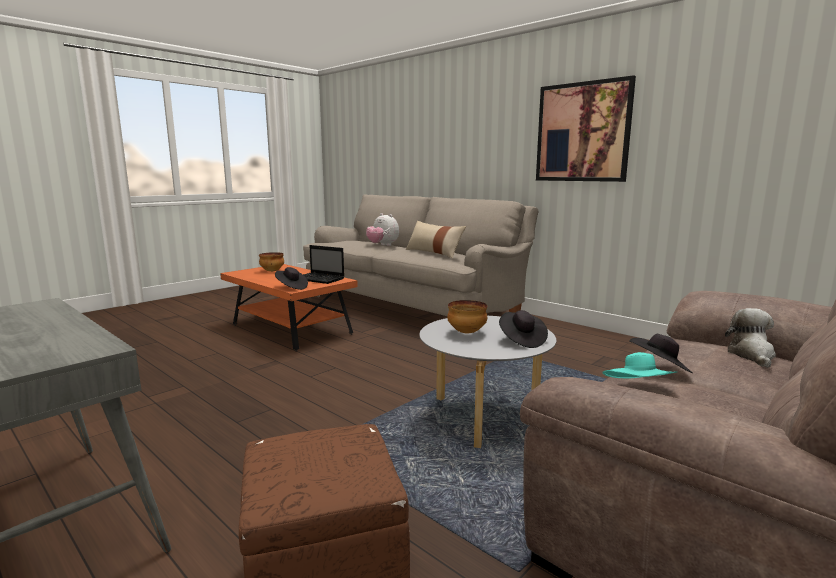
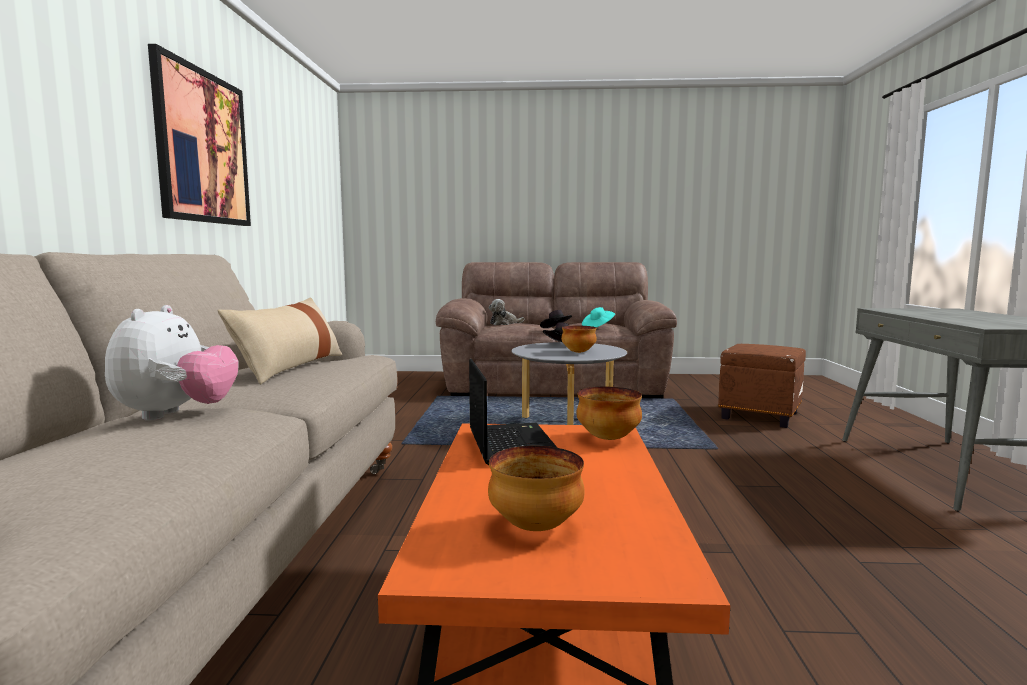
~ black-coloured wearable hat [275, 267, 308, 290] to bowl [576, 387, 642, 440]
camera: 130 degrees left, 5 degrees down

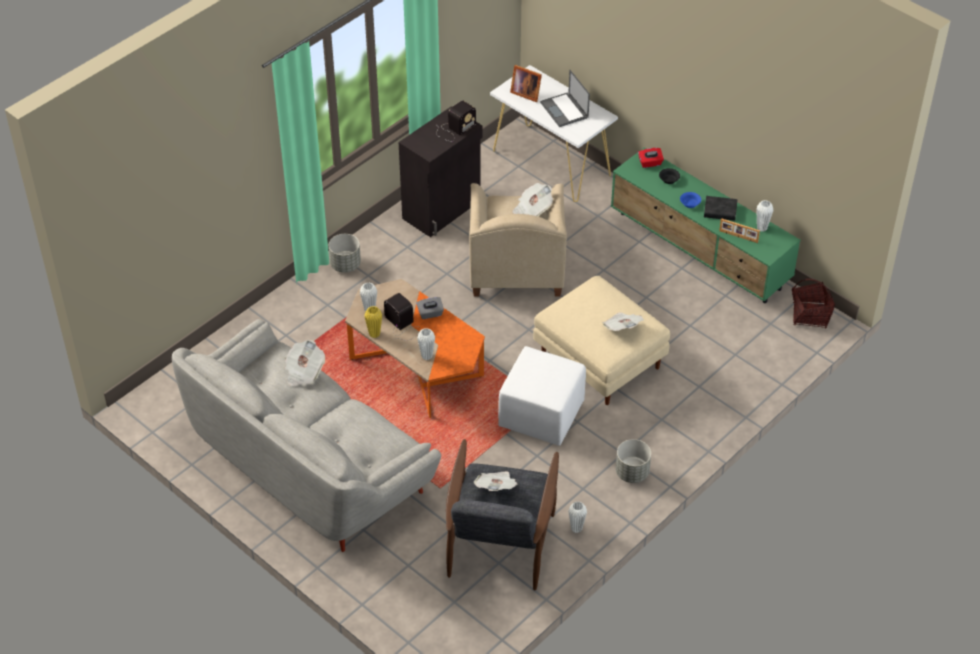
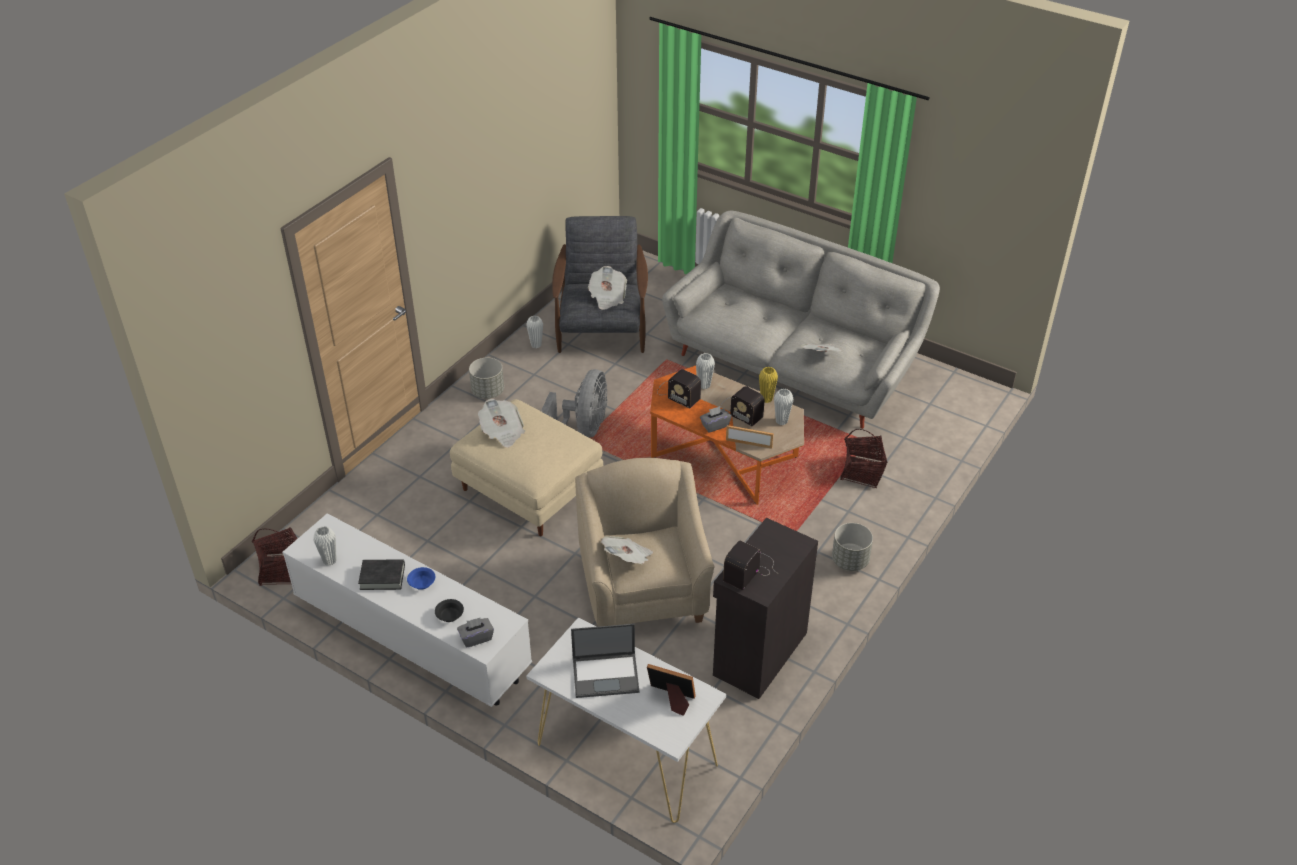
+ radio set [657, 369, 701, 409]
+ storage basket [840, 429, 887, 488]
~ photo frame [719, 218, 760, 243] to [726, 425, 774, 449]
~ white footrest [498, 346, 586, 446] to gray electric fan [541, 369, 607, 437]
~ green-coloured tv unit [611, 147, 801, 303] to white tv unit [282, 513, 532, 707]
~ red-coloured tissue box [638, 148, 664, 168] to gray tissue box [457, 617, 494, 647]
~ portable computer [540, 70, 590, 127] = [571, 624, 640, 698] 120 degrees clockwise
camera: 170 degrees right, 5 degrees down

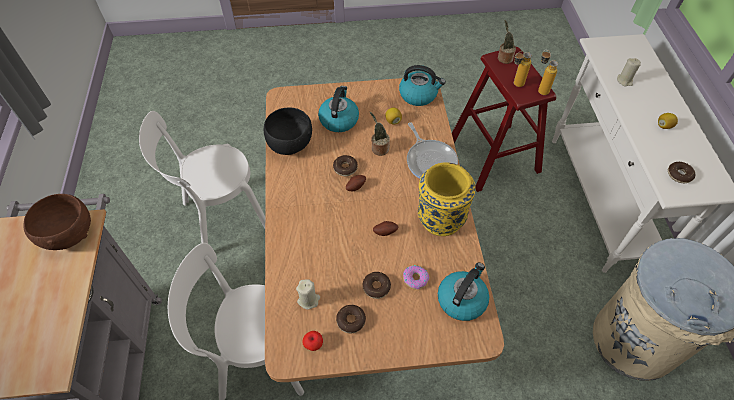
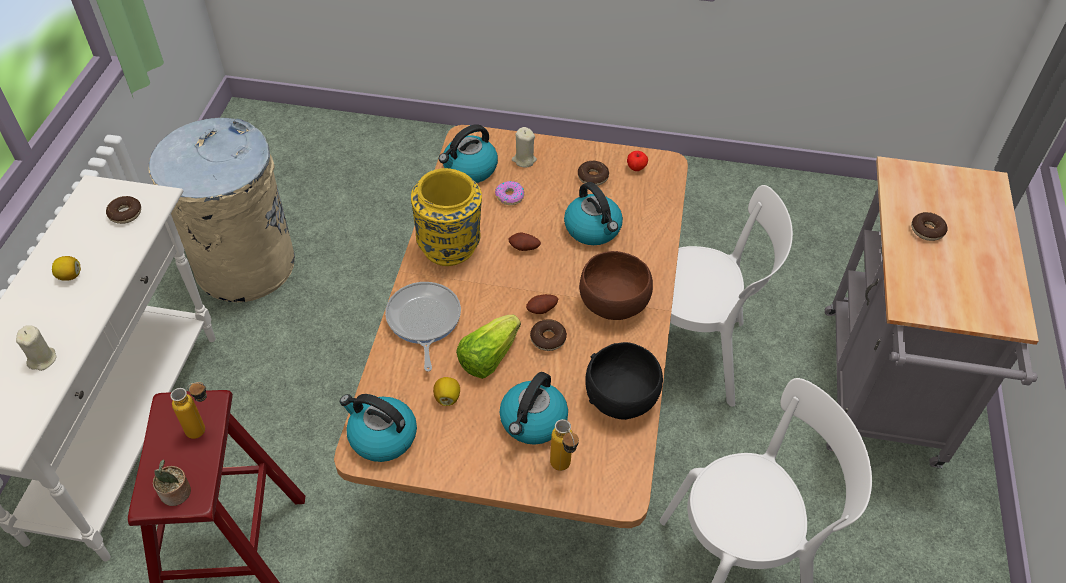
+ water kettle [564, 182, 623, 245]
~ brown-coloured bowl [23, 194, 91, 250] to [579, 251, 653, 320]
~ sand-coloured candle [296, 279, 320, 310] to [512, 127, 537, 168]
~ ring doughnut [362, 272, 391, 299] to [911, 212, 948, 241]
~ drink bottle [538, 50, 558, 95] to [550, 419, 579, 471]
~ houseplant [369, 112, 390, 156] to head of lettuce [456, 315, 521, 379]
camera: 165 degrees left, 5 degrees down

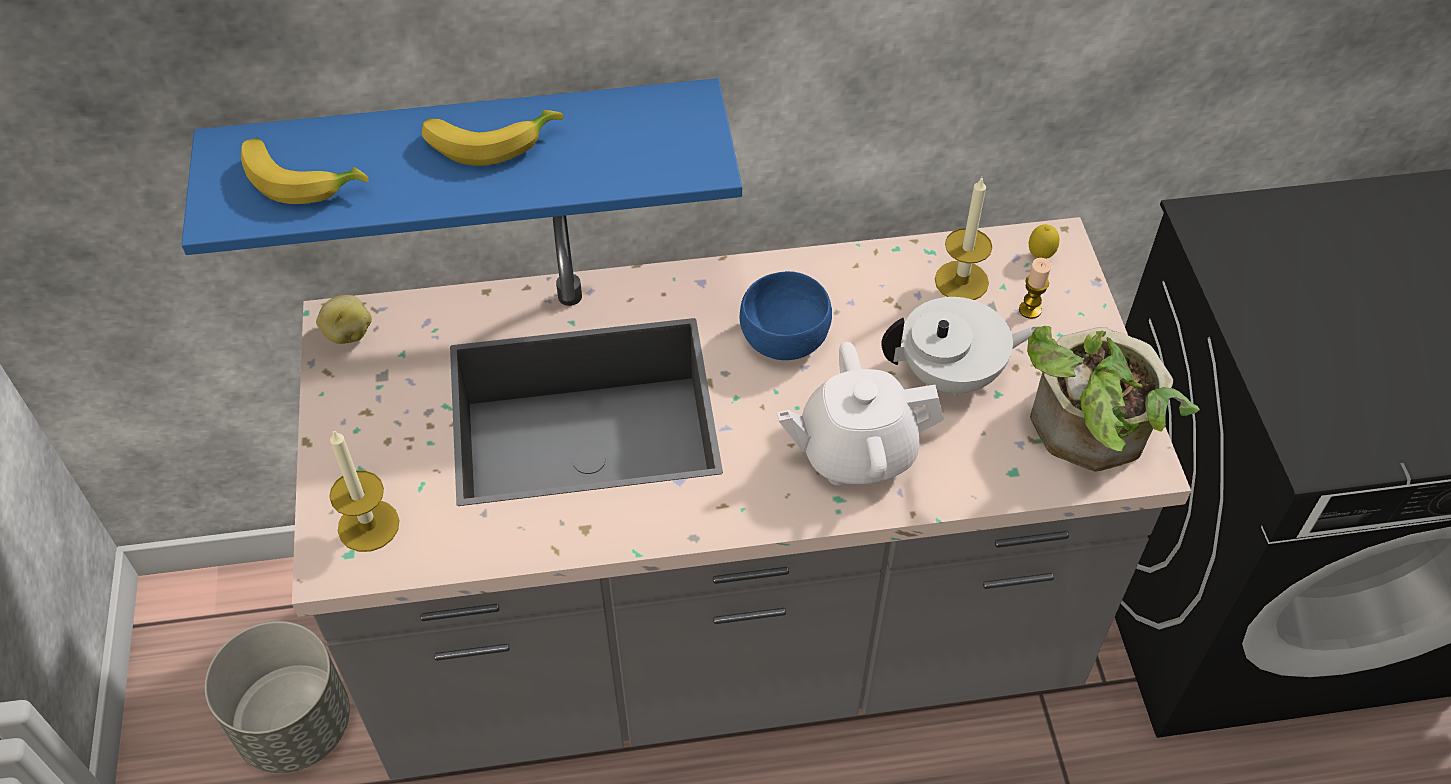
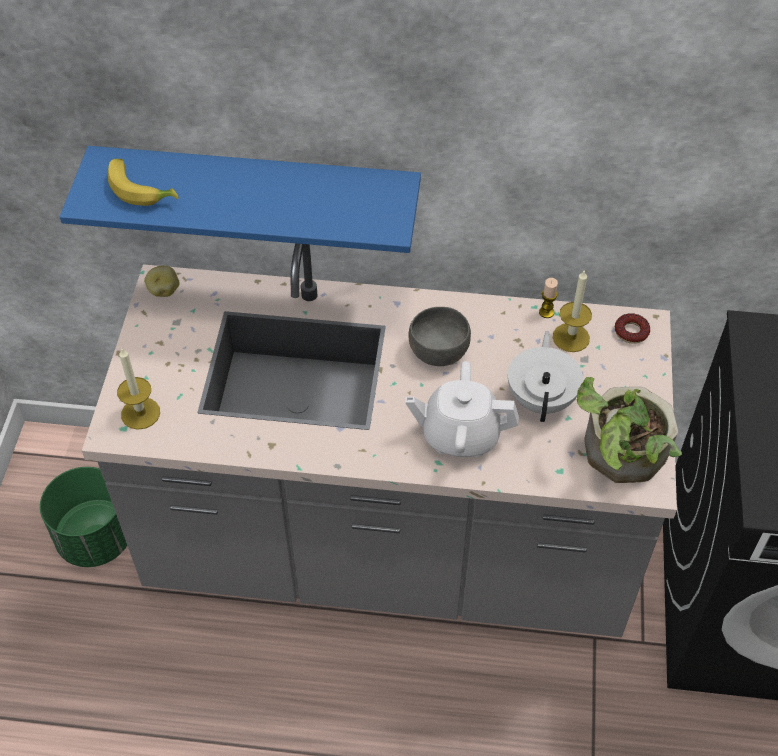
- banana [422, 110, 564, 166]
~ candle [1019, 258, 1051, 319] to [539, 278, 558, 318]
~ lemon [1029, 224, 1059, 259] to ring doughnut [615, 313, 650, 344]
~ gray plant pot [205, 621, 350, 773] to green-coloured plant pot [40, 467, 127, 567]
~ blue-coloured bowl [739, 271, 832, 360] to gray bowl [408, 307, 471, 366]
~ white pot for tea [881, 297, 1038, 397] = [508, 331, 583, 422] 90 degrees counterclockwise
camera: 15 degrees right, 0 degrees up

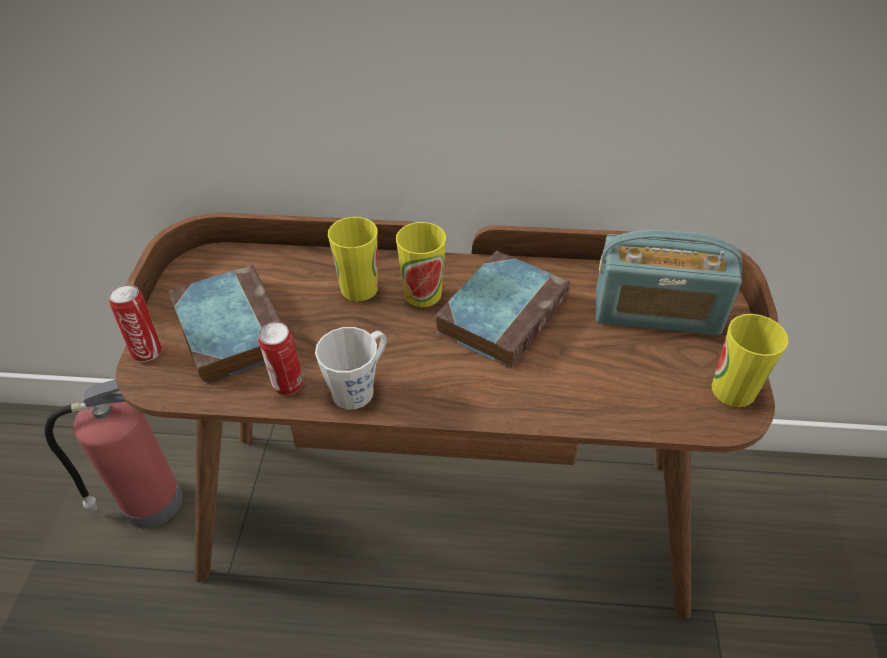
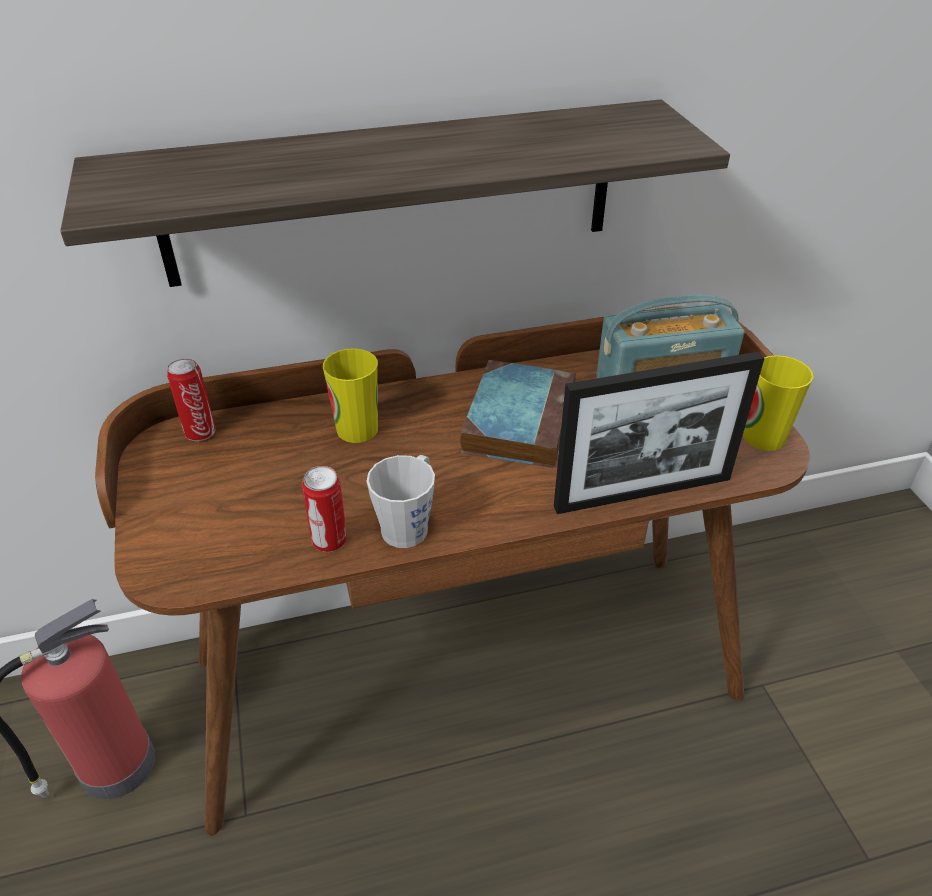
- bound book [169, 264, 282, 385]
- drinking cup [396, 222, 446, 307]
+ shelf [60, 99, 730, 287]
+ photo frame [554, 352, 765, 514]
~ sealed can [109, 285, 162, 362] to [167, 358, 216, 441]
camera: 20 degrees left, 5 degrees down

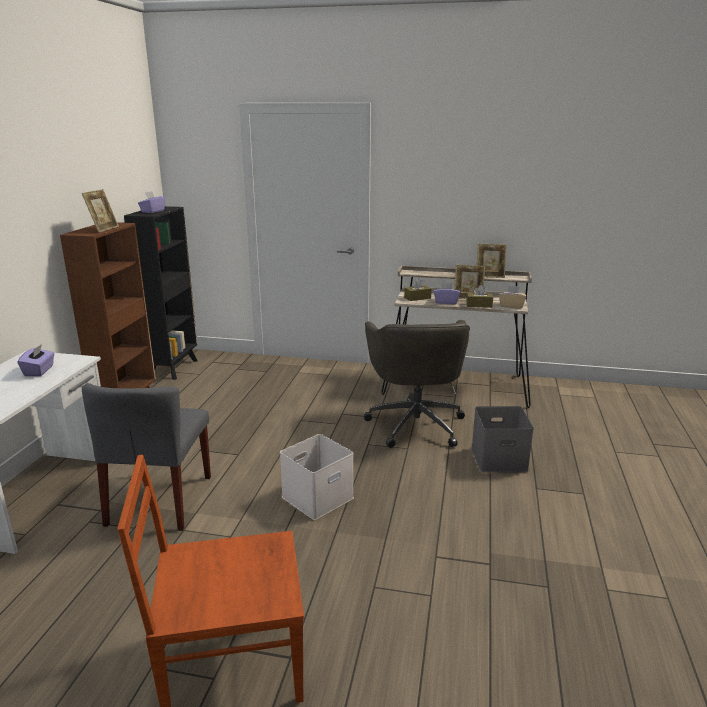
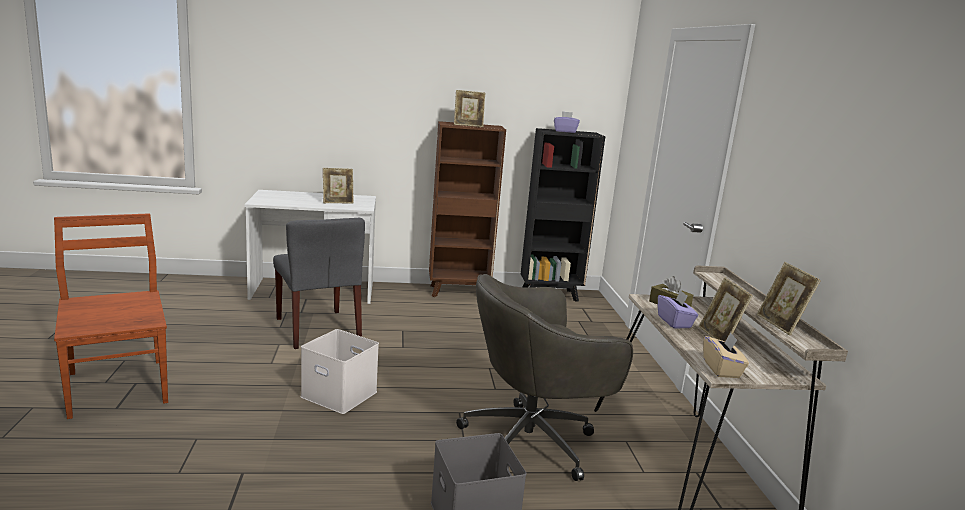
- brown-coloured tissue box [466, 285, 493, 308]
~ purple-coloured tissue box [17, 344, 55, 376] to photo frame [323, 168, 354, 203]
~ gray upright chair [82, 383, 211, 531] = [273, 218, 365, 349] 105 degrees counterclockwise
camera: 70 degrees right, 5 degrees down

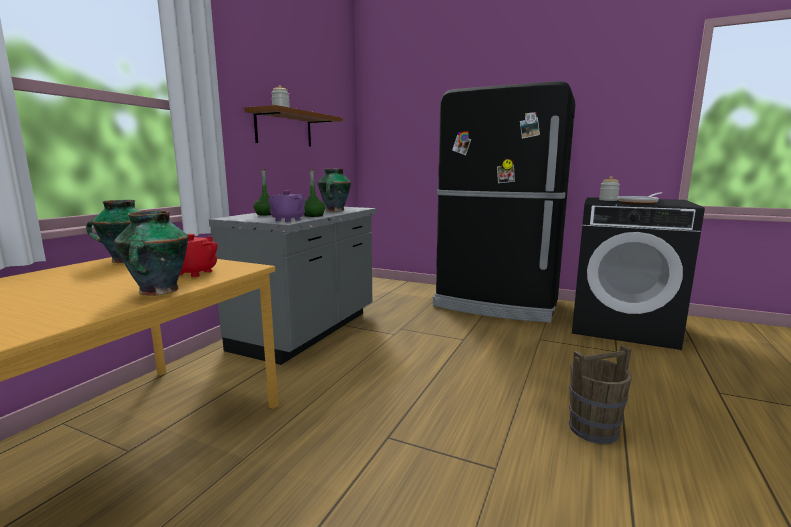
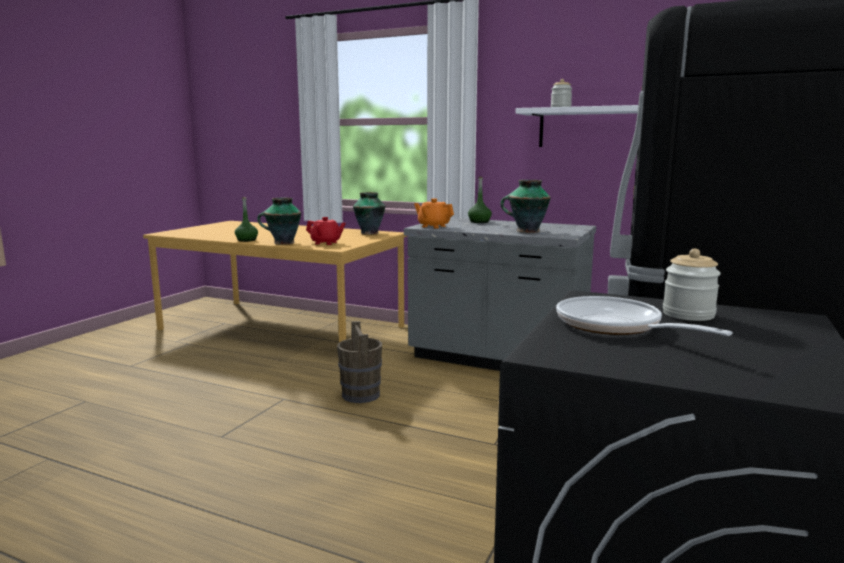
~ green-coloured drink bottle [304, 169, 325, 217] to [235, 197, 258, 242]
~ brown-coloured bucket [569, 345, 632, 444] to [337, 321, 382, 403]
~ brown-coloured shelf [244, 105, 343, 147] to white shelf [516, 105, 638, 147]
~ purple-coloured pot for tea [268, 191, 306, 222] to orange-coloured pot for tea [414, 198, 454, 228]
camera: 90 degrees right, 0 degrees up

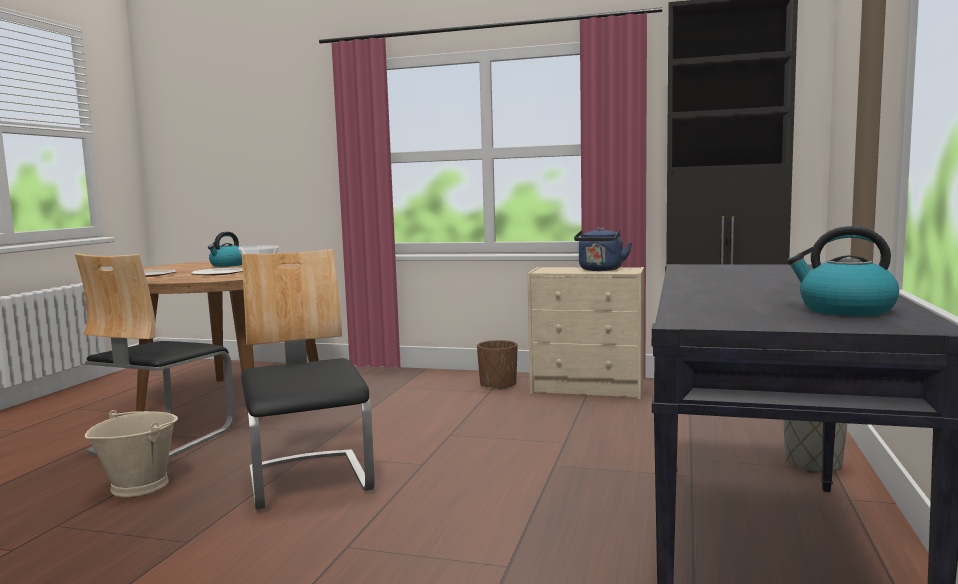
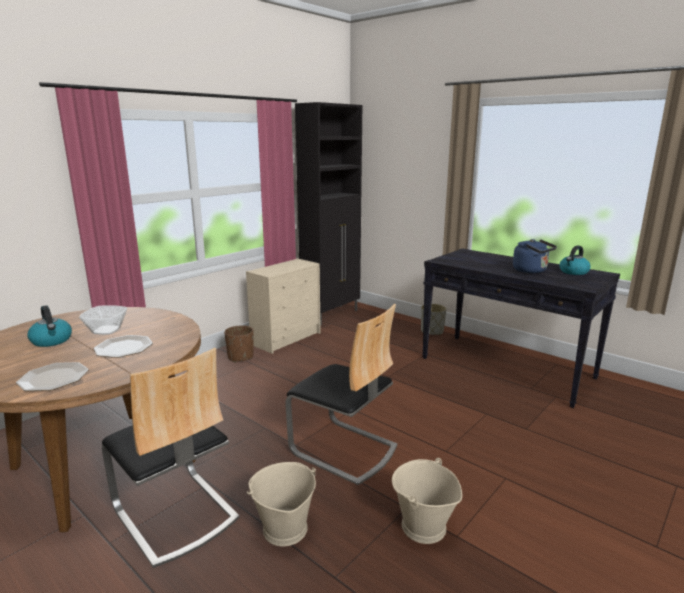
+ sand-coloured bucket [392, 458, 462, 544]
~ blue-coloured water kettle [574, 227, 632, 271] to [513, 239, 557, 273]
~ upright chair [241, 249, 375, 510] = [285, 304, 397, 485] 150 degrees counterclockwise
camera: 65 degrees left, 10 degrees up

